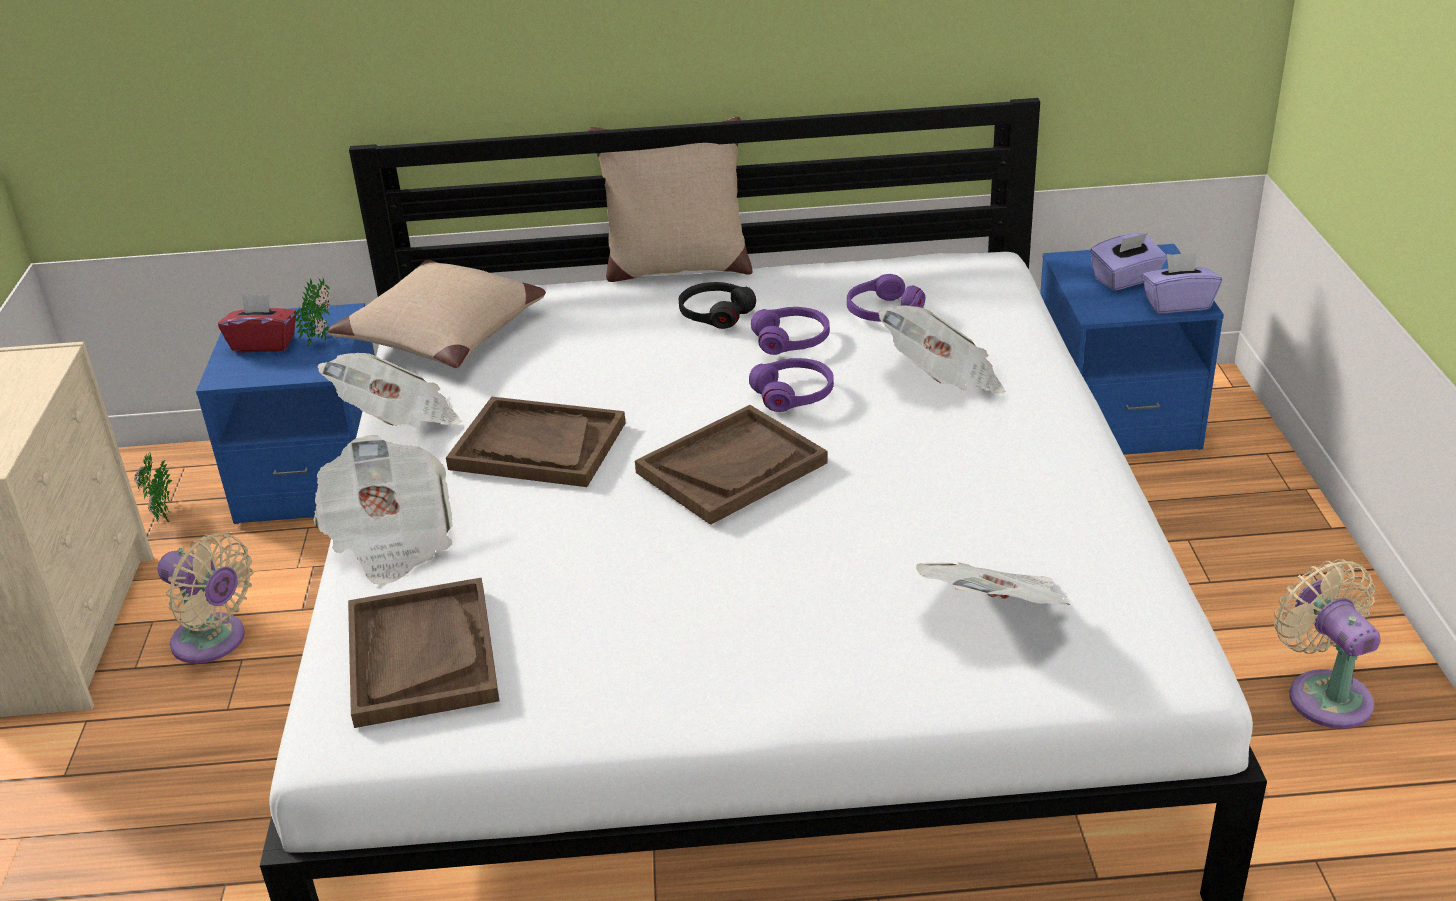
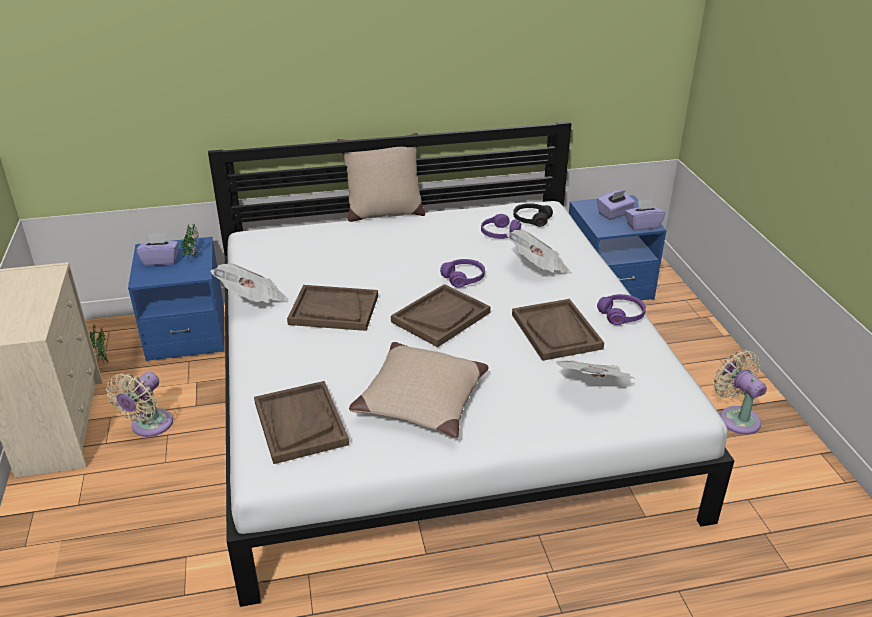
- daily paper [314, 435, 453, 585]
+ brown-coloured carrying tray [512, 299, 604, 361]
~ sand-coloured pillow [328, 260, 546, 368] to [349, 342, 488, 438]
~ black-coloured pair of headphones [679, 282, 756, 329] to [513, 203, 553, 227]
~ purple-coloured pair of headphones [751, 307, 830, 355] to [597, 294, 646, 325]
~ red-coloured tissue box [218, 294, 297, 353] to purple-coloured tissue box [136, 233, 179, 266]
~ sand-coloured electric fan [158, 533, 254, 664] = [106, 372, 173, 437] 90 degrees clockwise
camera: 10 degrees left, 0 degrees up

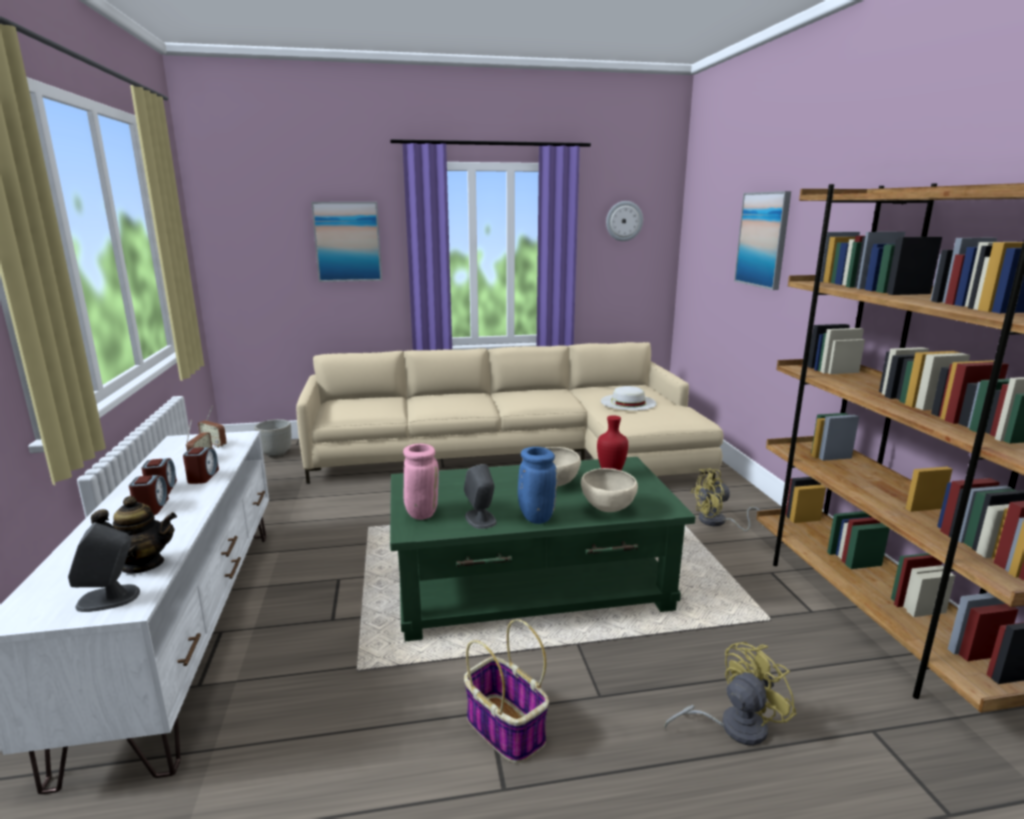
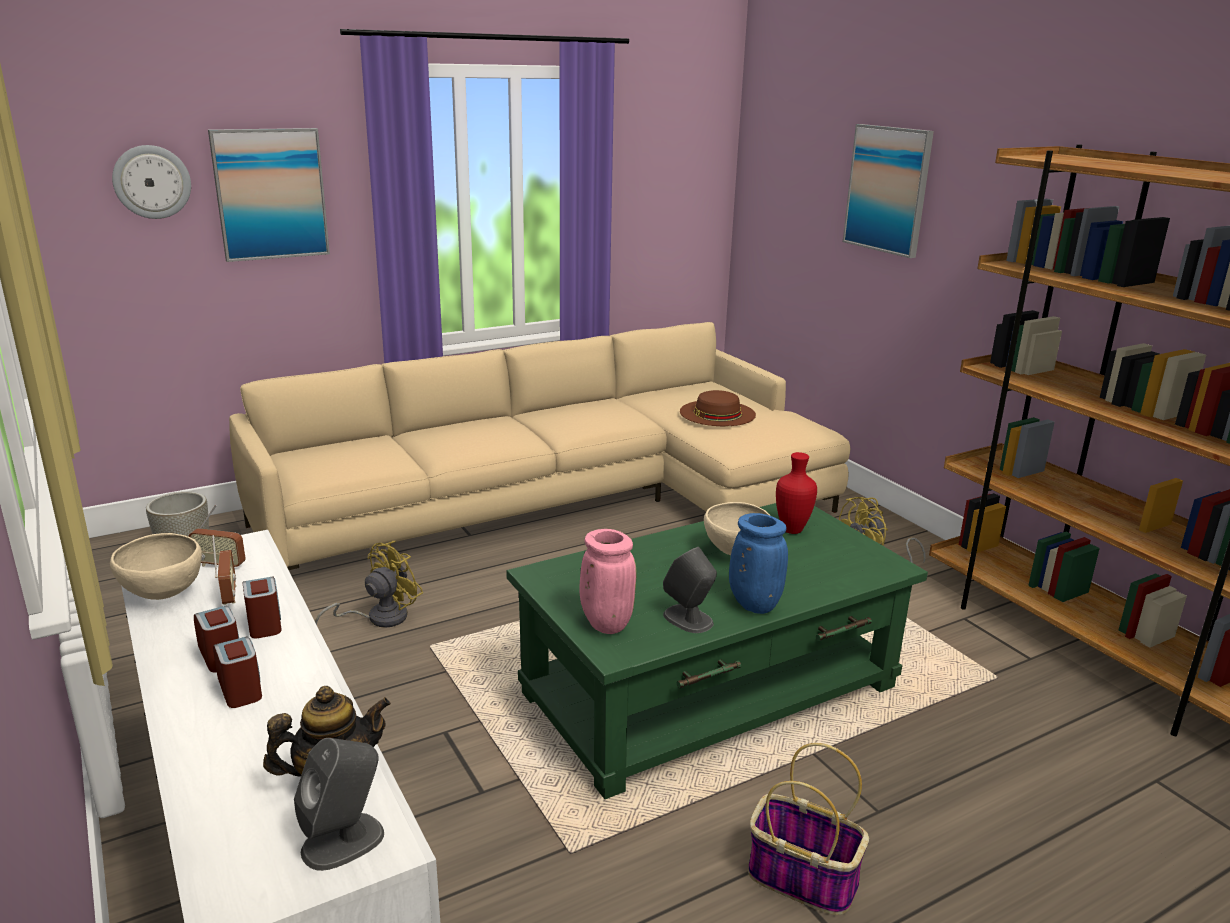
~ sand-coloured bowl [581, 468, 638, 512] to [110, 533, 202, 600]
~ clock on the wall [606, 201, 643, 241] to [112, 145, 191, 219]
~ yellow electric fan [664, 642, 796, 746] to [315, 541, 423, 628]
~ white wearable hat [601, 386, 657, 411] to brown-coloured wearable hat [680, 390, 756, 426]
camera: 20 degrees left, 5 degrees up

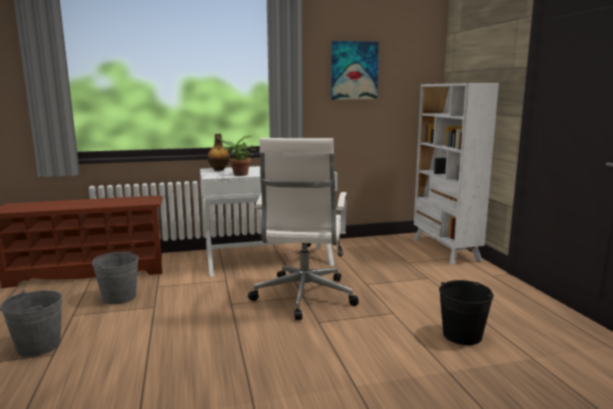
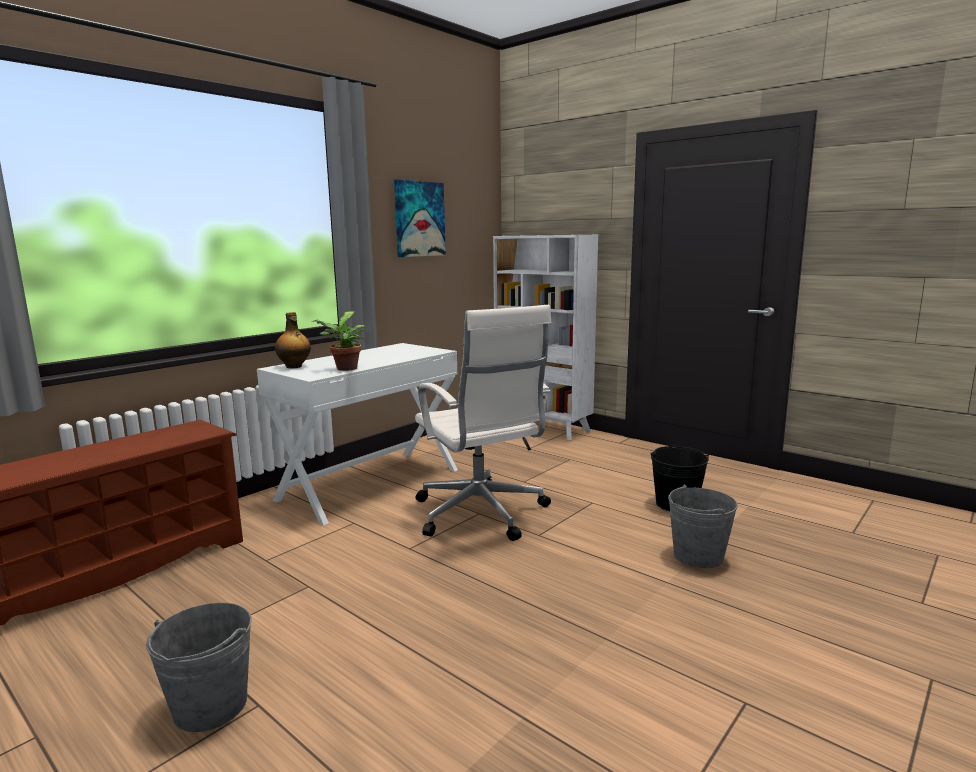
~ gray bucket [92, 251, 139, 304] to [668, 484, 738, 568]
camera: 35 degrees left, 0 degrees up

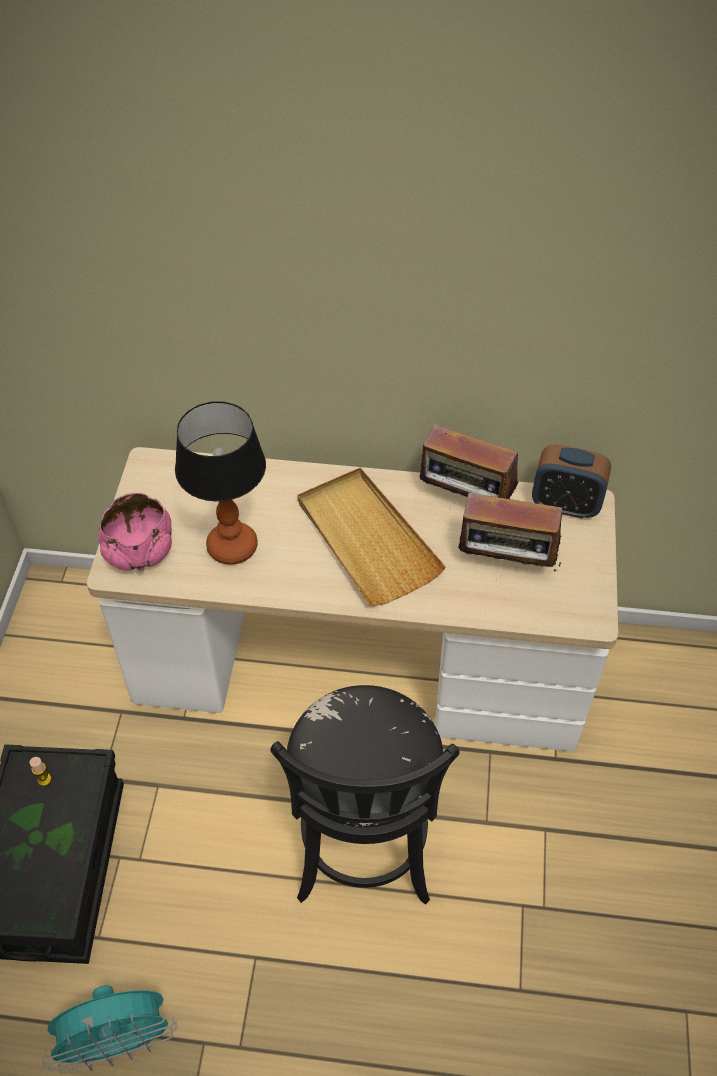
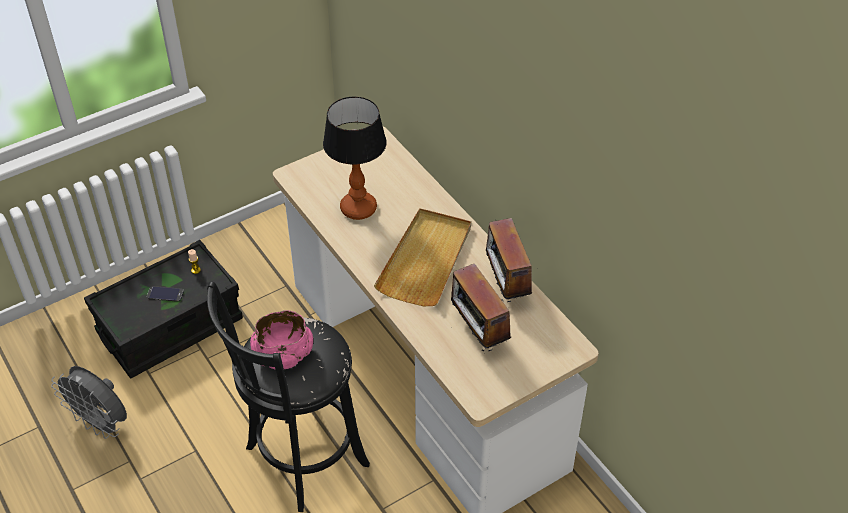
- bedside clock [532, 444, 611, 519]
+ telephone [147, 286, 184, 302]
~ pinkish bowl [99, 493, 172, 571] to [250, 310, 313, 370]
~ turquoise electric fan [42, 985, 177, 1073] to gray electric fan [51, 366, 127, 439]
camera: 50 degrees right, 5 degrees down

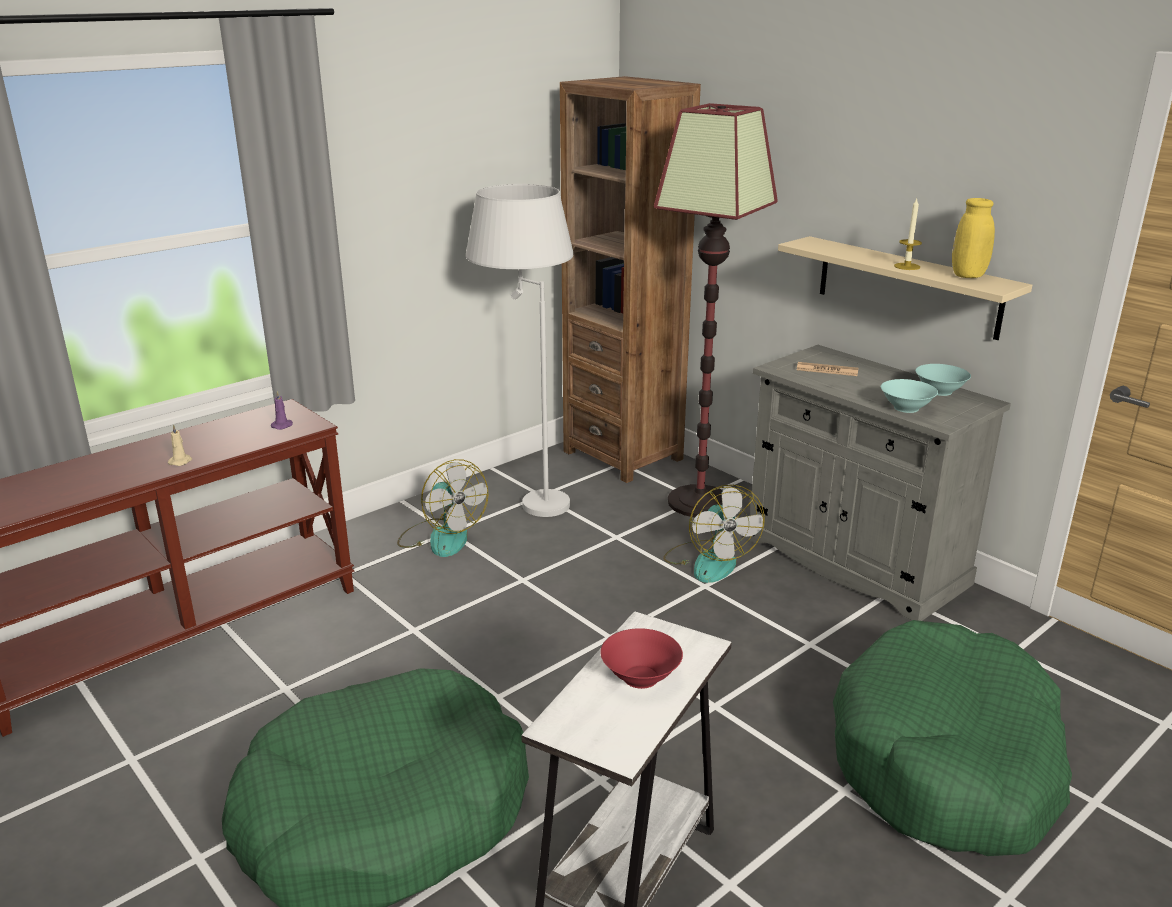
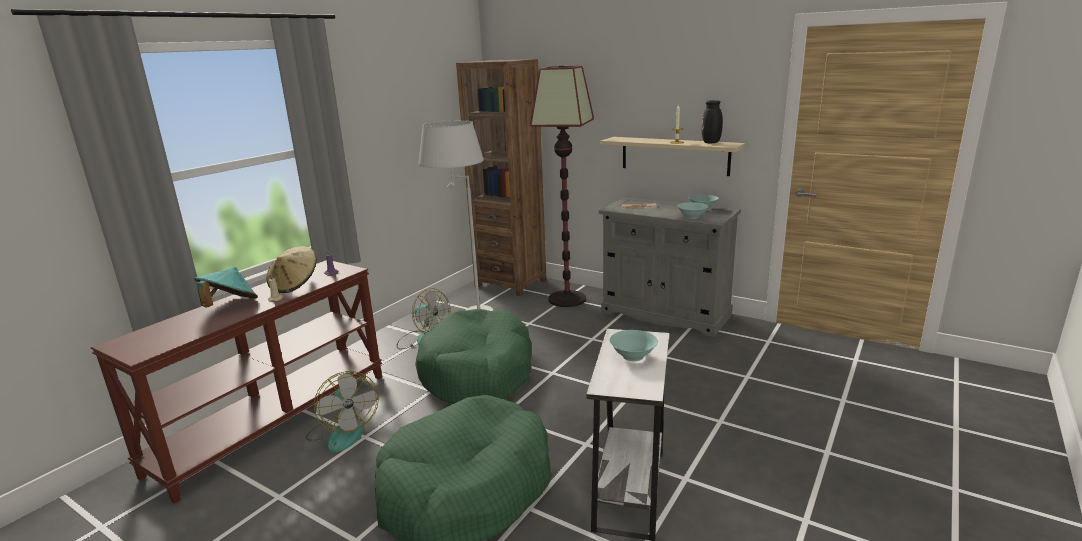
+ turquoise wearable hat [194, 267, 258, 307]
+ sand-coloured wearable hat [266, 246, 317, 293]
~ electric fan [663, 485, 765, 583] to [305, 371, 379, 452]
~ green-coloured dog cushion [833, 620, 1072, 856] to [415, 309, 532, 404]
~ red-coloured bowl [600, 628, 683, 689] to turquoise bowl [609, 330, 658, 361]
~ yellow vase [952, 198, 995, 278] to black-coloured vase [702, 100, 723, 144]
camera: 15 degrees left, 5 degrees down

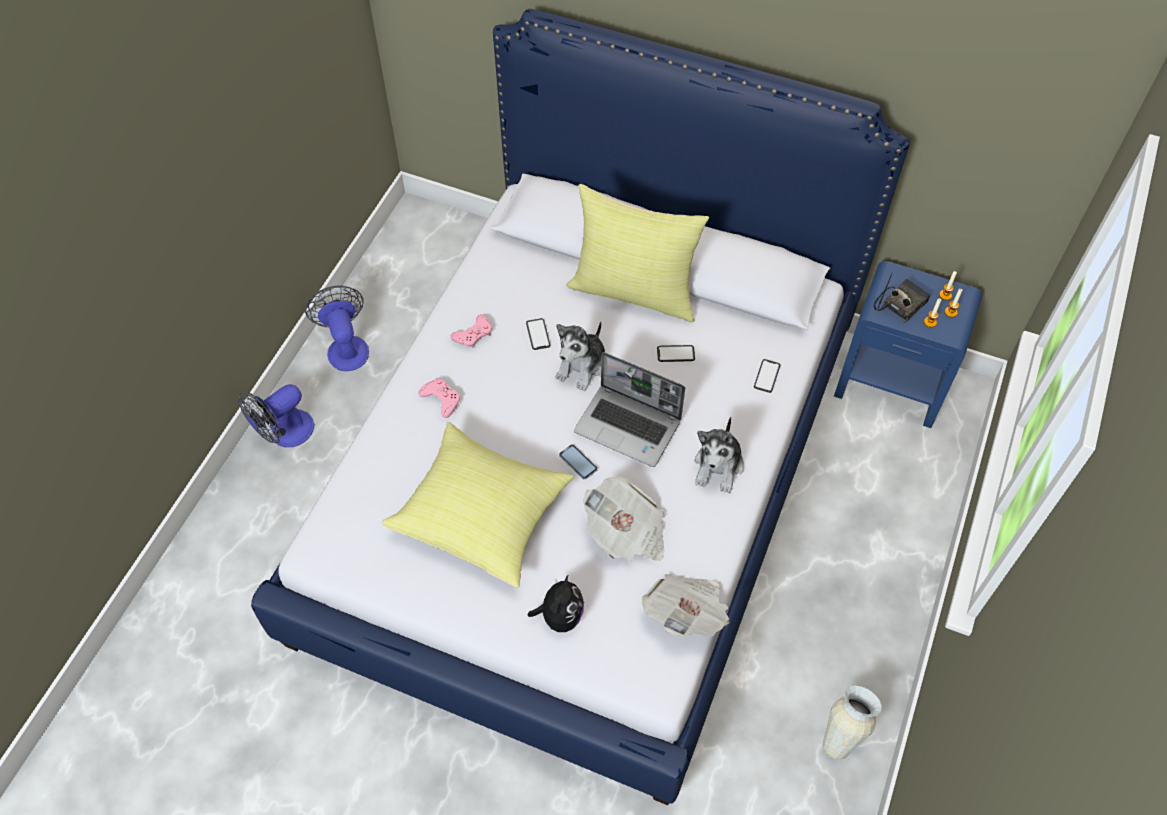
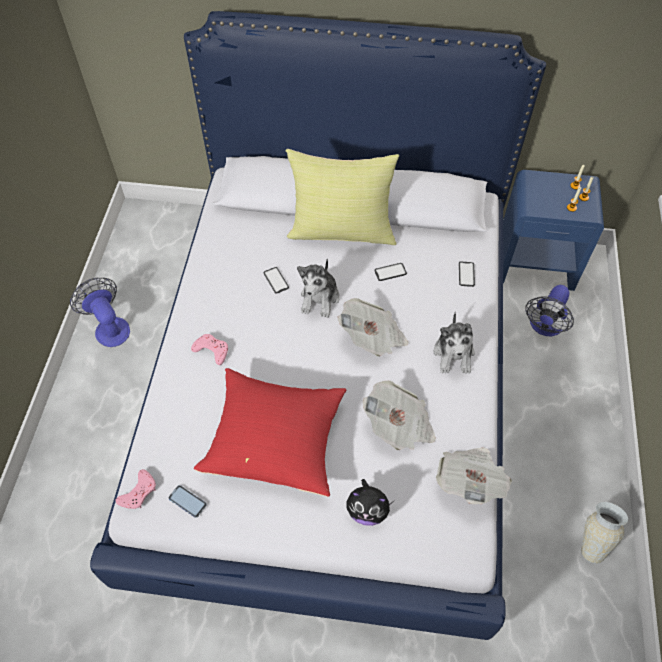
- radio set [874, 274, 931, 323]
~ electric fan [238, 384, 314, 447] to [525, 285, 574, 337]
~ pinkish game controller [450, 314, 492, 348] to [115, 469, 156, 509]
~ telephone [559, 444, 598, 480] to [168, 485, 207, 518]
~ portable computer [574, 352, 685, 467] to daily paper [337, 298, 409, 356]
~ yellow pillow [382, 422, 574, 588] to red-coloured pillow [194, 368, 346, 497]
~ soft toy [528, 576, 584, 632] = [346, 479, 395, 526] 105 degrees clockwise
camera: 15 degrees left, 0 degrees up

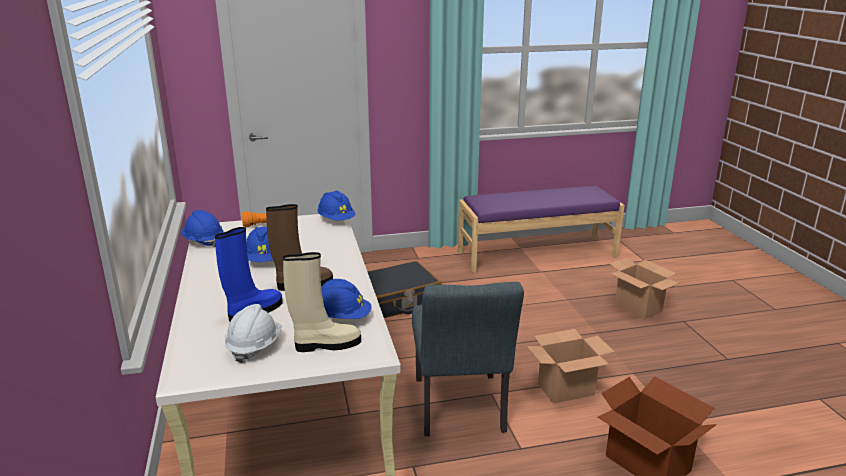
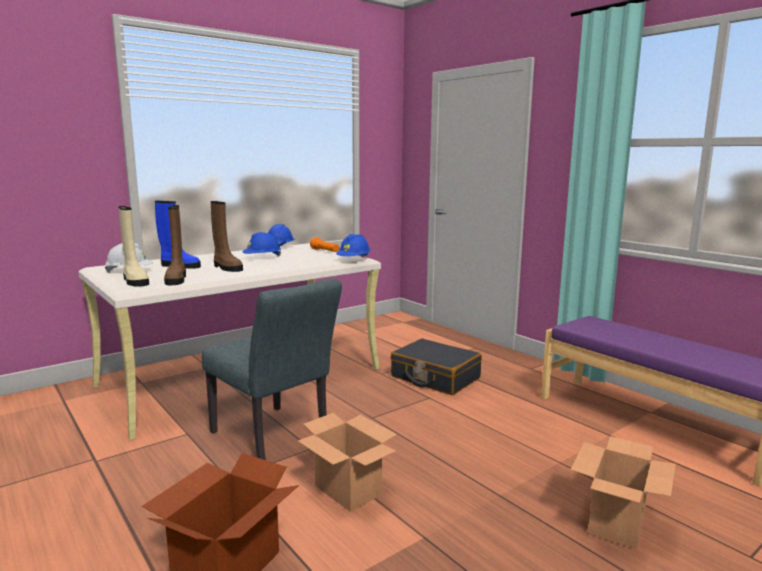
~ blue-coloured hard hat [321, 279, 372, 319] to brown-coloured high-top boot [164, 205, 186, 285]
~ gray upright chair [412, 282, 524, 436] = [202, 278, 342, 460] 105 degrees counterclockwise
camera: 65 degrees right, 10 degrees down

